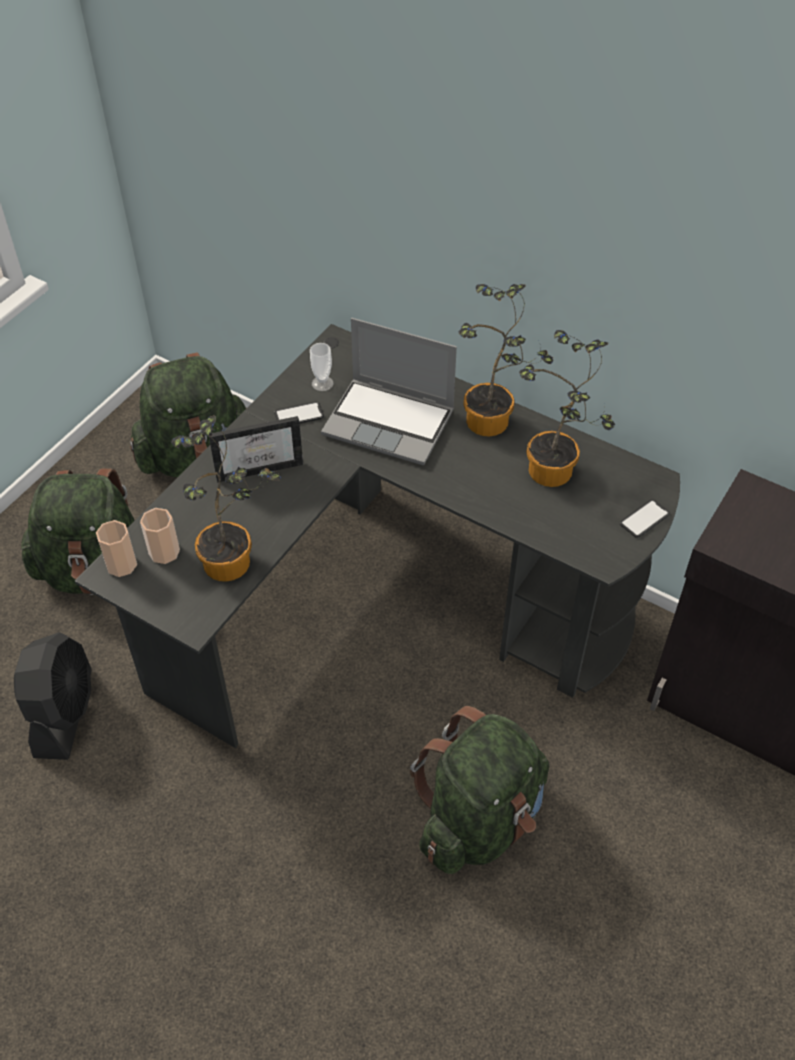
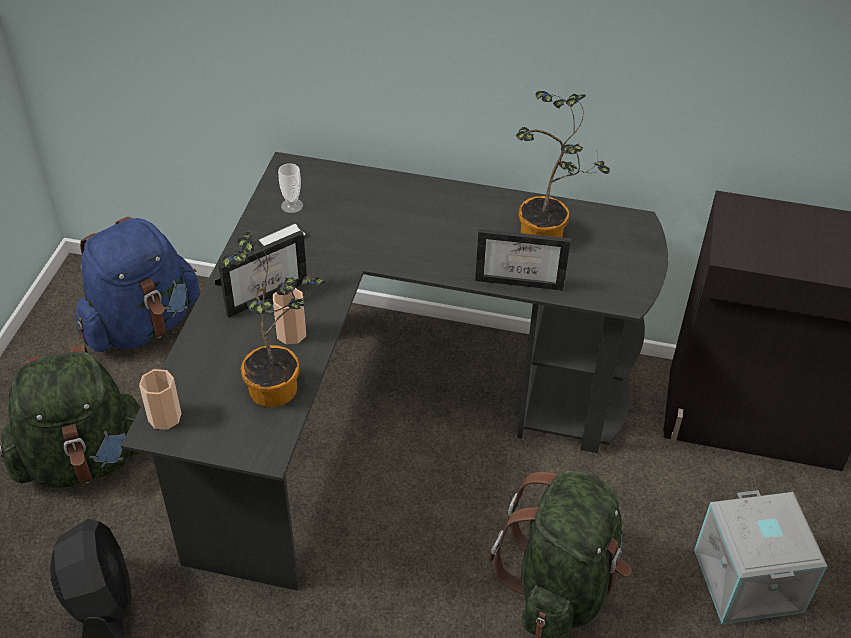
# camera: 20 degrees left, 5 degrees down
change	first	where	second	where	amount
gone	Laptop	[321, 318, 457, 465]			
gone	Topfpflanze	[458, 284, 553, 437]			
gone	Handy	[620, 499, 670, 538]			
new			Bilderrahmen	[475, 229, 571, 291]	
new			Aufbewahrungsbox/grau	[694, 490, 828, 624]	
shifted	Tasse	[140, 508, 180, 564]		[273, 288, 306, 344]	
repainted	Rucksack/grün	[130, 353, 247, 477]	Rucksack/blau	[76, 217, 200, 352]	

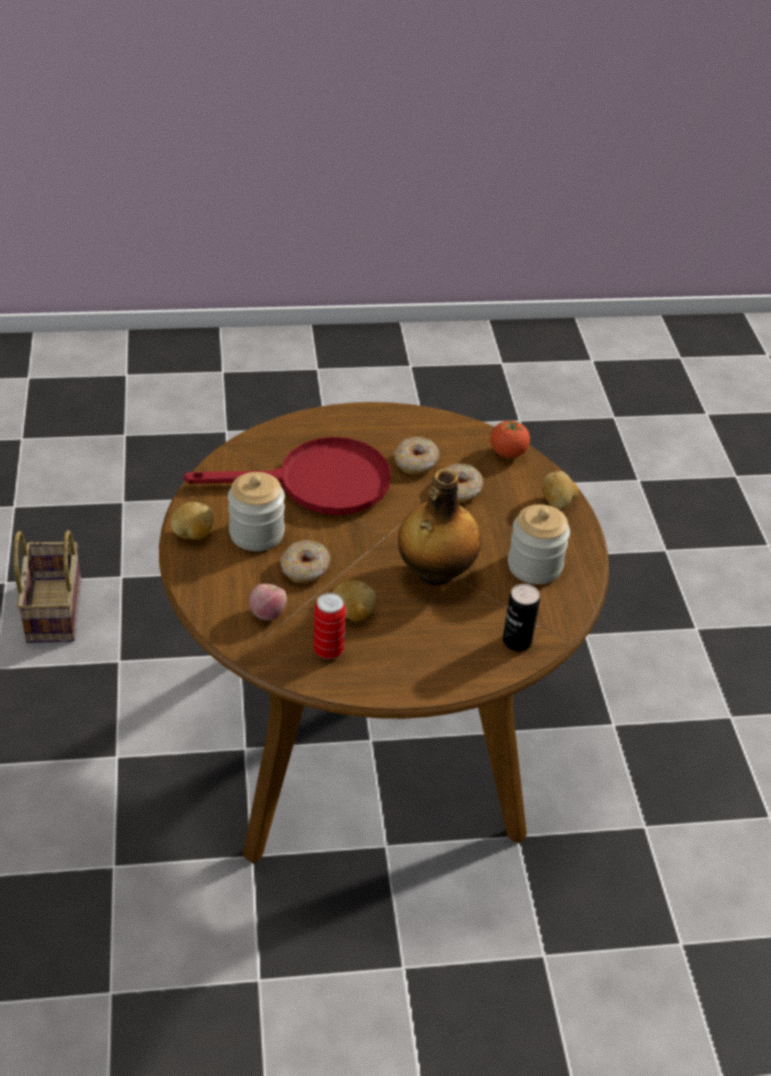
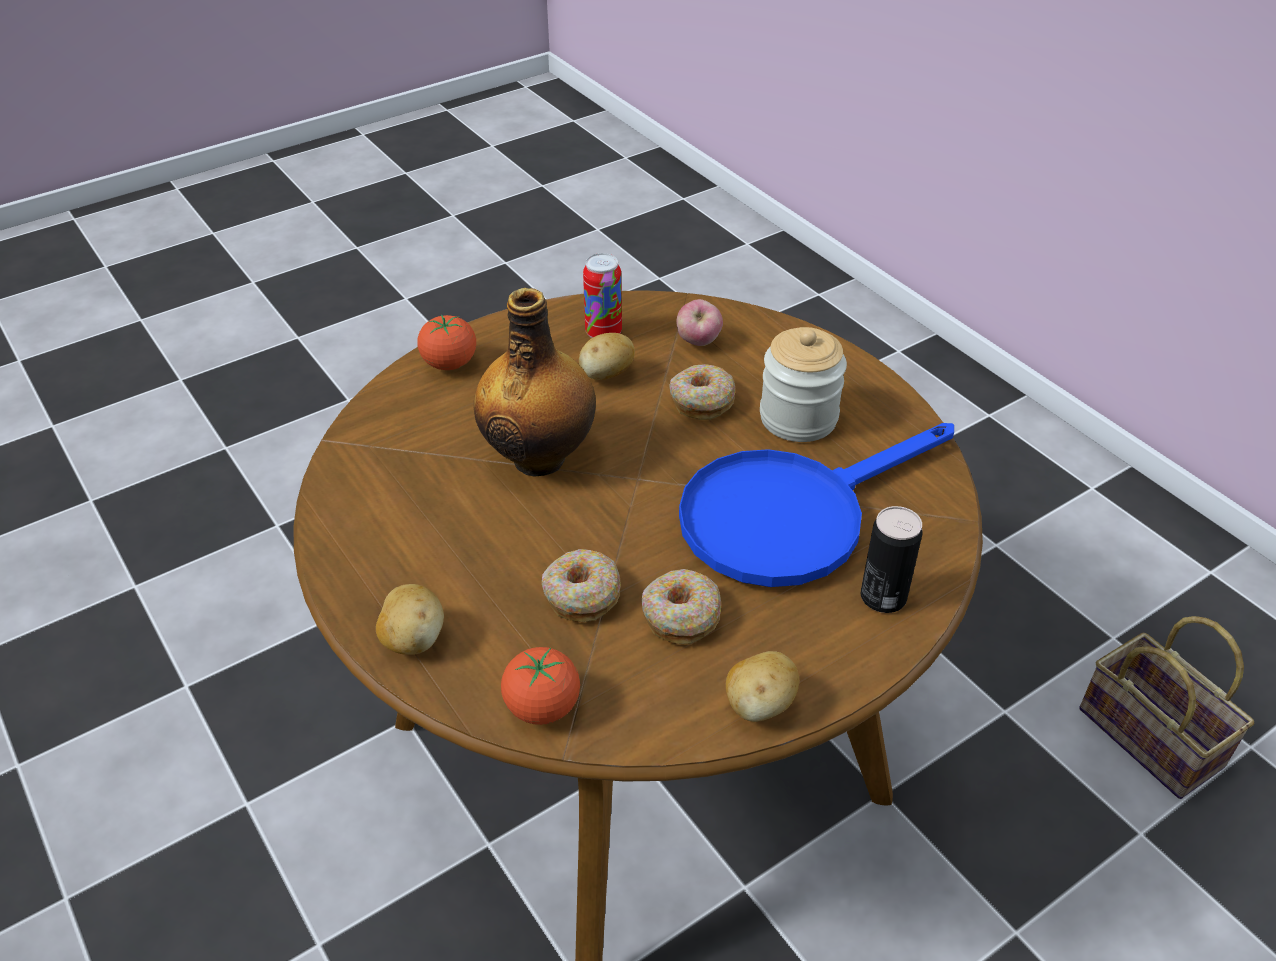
# camera: 155 degrees right, 0 degrees up
change	first	where	second	where	amount
gone	Vorratsglas	[508, 504, 570, 584]			
new			Tomate	[417, 314, 476, 370]	
shifted	Kartoffel	[171, 502, 214, 539]		[726, 651, 799, 722]	
shifted	Dose	[503, 584, 540, 651]		[861, 506, 923, 613]	
repainted	Pfanne/rot	[184, 437, 391, 515]	Pfanne/blau	[679, 423, 954, 587]	

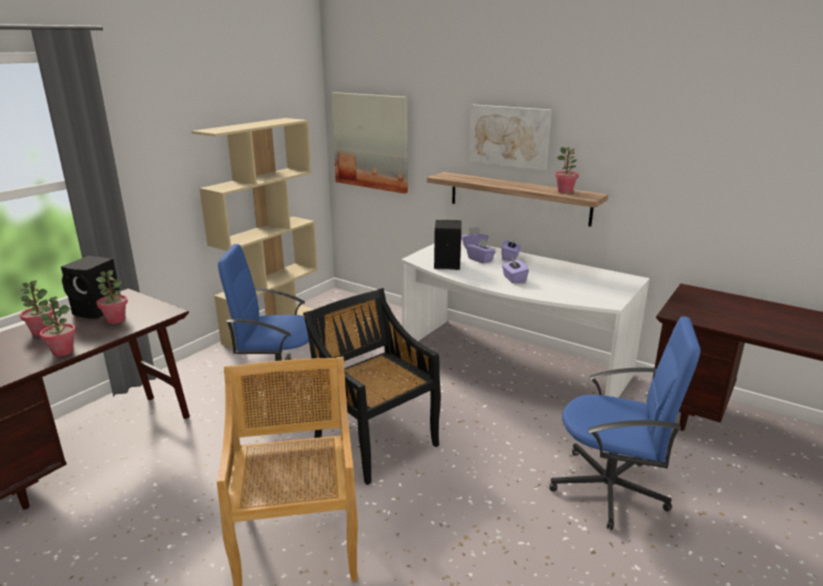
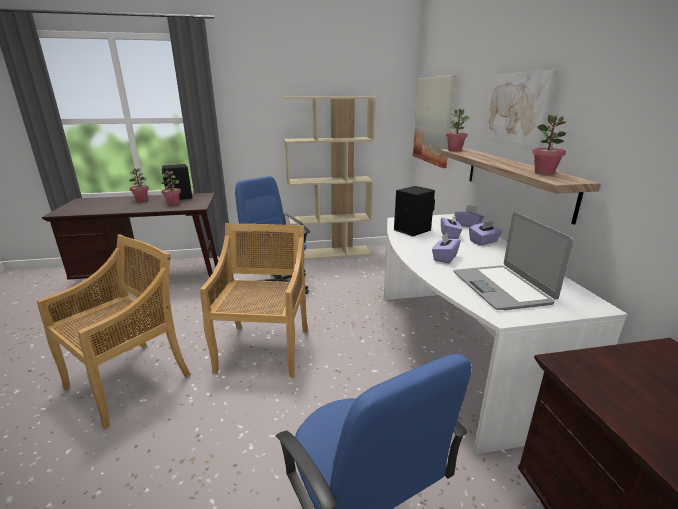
# camera: 45 degrees right, 0 degrees up
change	first	where	second	where	amount
new			Laptop	[453, 212, 574, 310]	
shifted	Topfpflanze	[39, 297, 76, 357]		[446, 109, 470, 152]	
repainted	Stuhl/schwarz	[303, 288, 441, 485]	Stuhl/beige	[200, 223, 308, 378]	

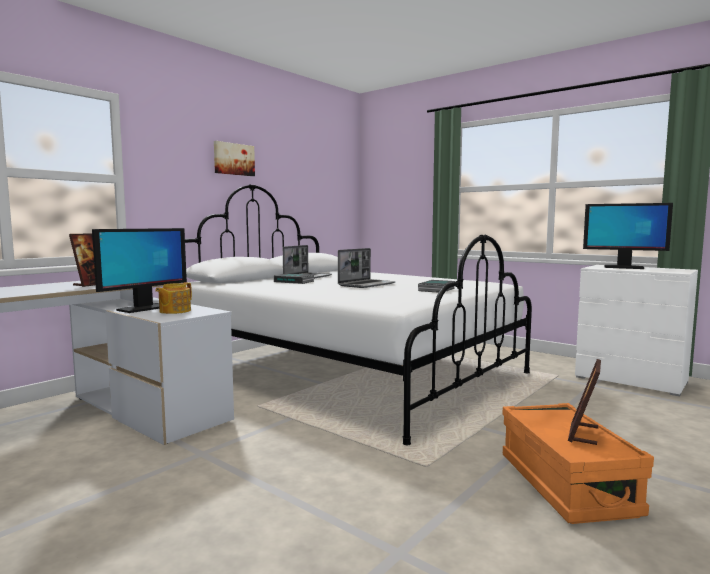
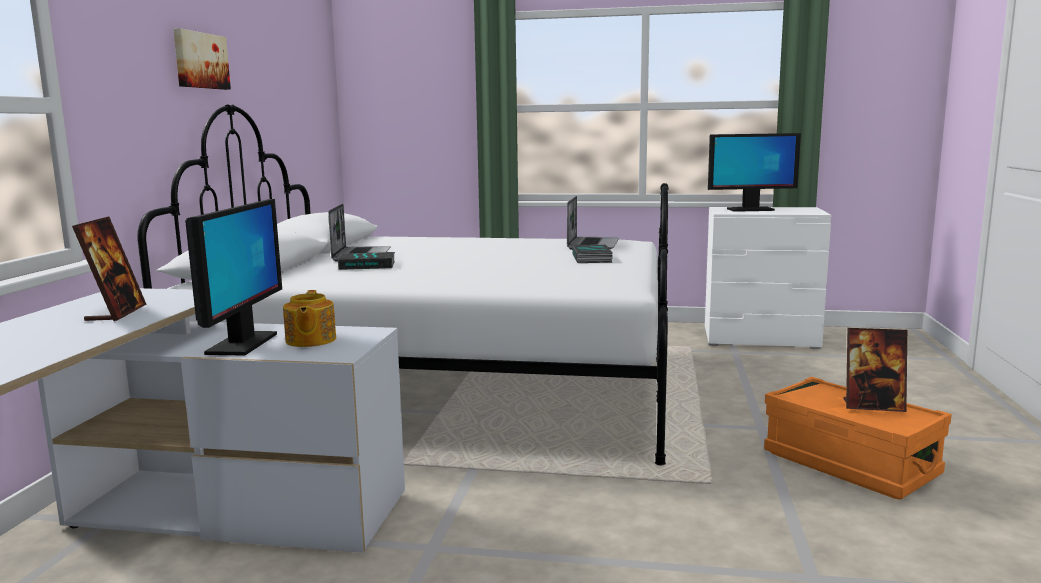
# camera: 30 degrees left, 5 degrees up
change	first	where	second	where	amount
shifted	Laptop	[338, 248, 395, 288]		[567, 196, 619, 250]	
rotated	Bilderrahmen	[568, 359, 601, 445]		[843, 328, 907, 412]	75 degrees counterclockwise

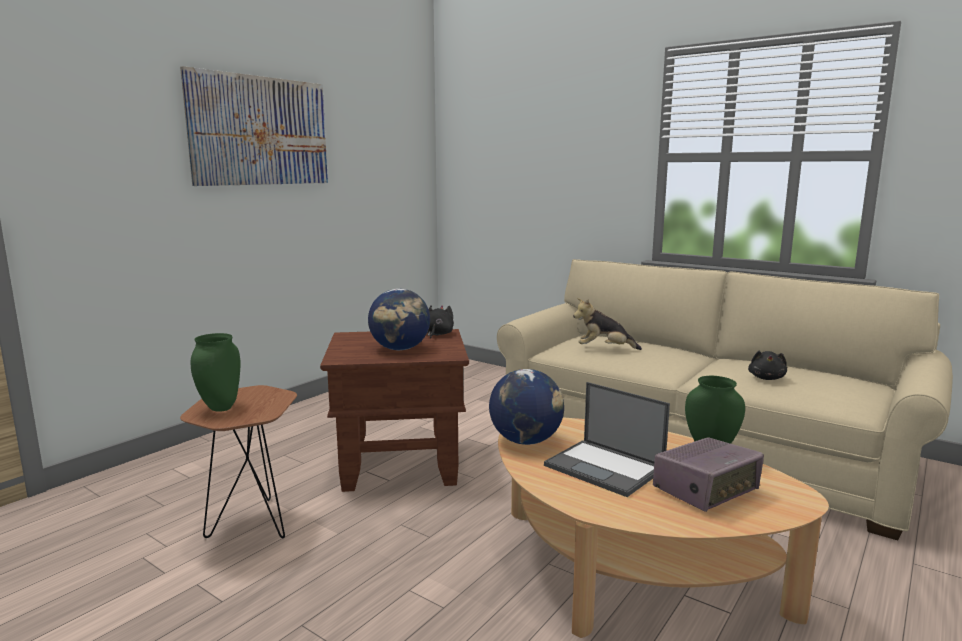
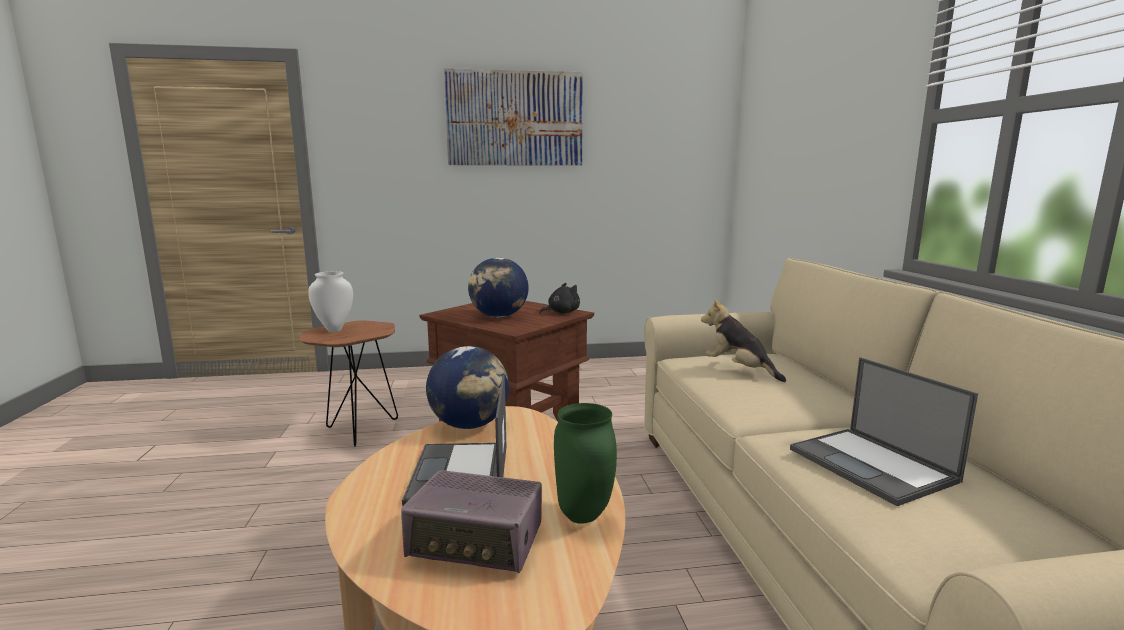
# camera: 45 degrees right, 0 degrees up
change	first	where	second	where	amount
swapped	Plüschtier/schwarz	[748, 351, 787, 380]	Laptop	[790, 357, 978, 506]	
repainted	Vase/grün	[191, 333, 240, 411]	Vase/weiß	[308, 271, 353, 332]	

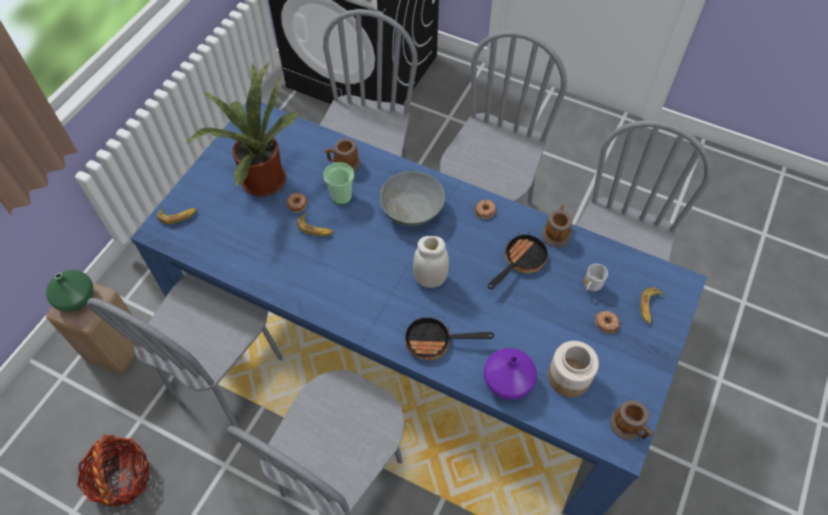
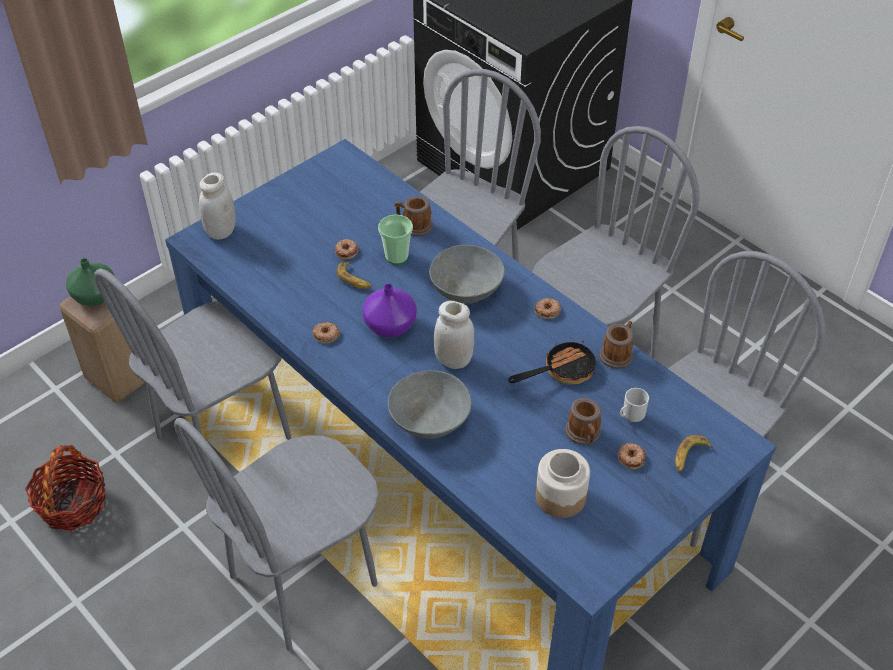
# camera: 20 degrees right, 10 degrees down
change	first	where	second	where	amount
gone	Topfpflanze	[186, 62, 299, 196]			
new			Donut	[312, 322, 340, 344]	
shifted	Vase/lila	[484, 348, 537, 400]		[362, 284, 417, 338]	
shifted	Henkelbecher	[610, 400, 652, 440]		[565, 398, 601, 445]	
swapped	Banane	[157, 208, 197, 224]	Vorratsglas/weiß	[199, 173, 236, 240]	
swapped	Pfanne	[405, 317, 494, 360]	Schüssel/grau	[388, 370, 472, 439]	

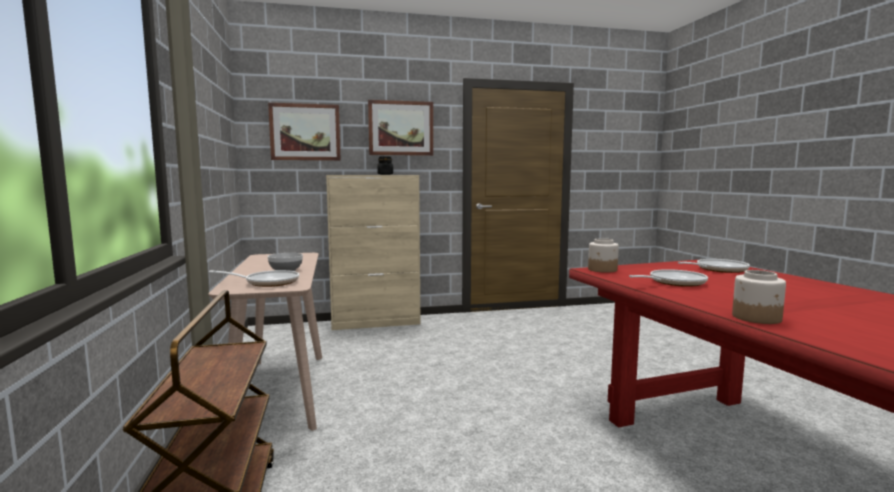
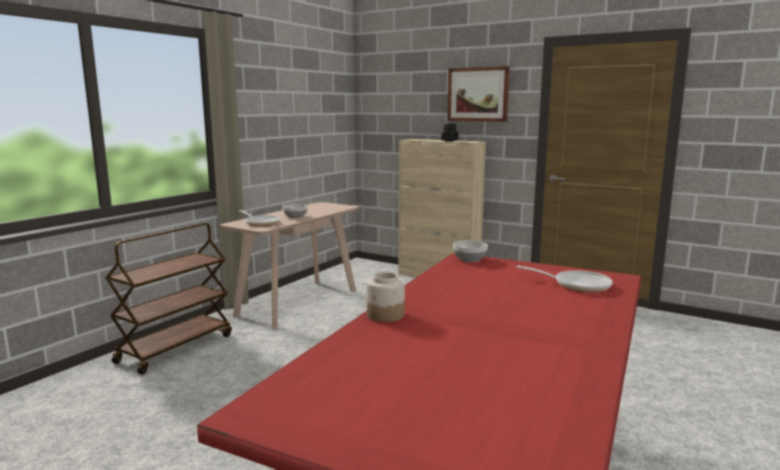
# camera: 45 degrees right, 5 degrees up
change	first	where	second	where	amount
gone	Bild	[268, 103, 341, 161]			
gone	Pfanne	[629, 269, 708, 287]			
swapped	Vorratsglas	[588, 238, 619, 273]	Schüssel	[453, 240, 488, 262]	

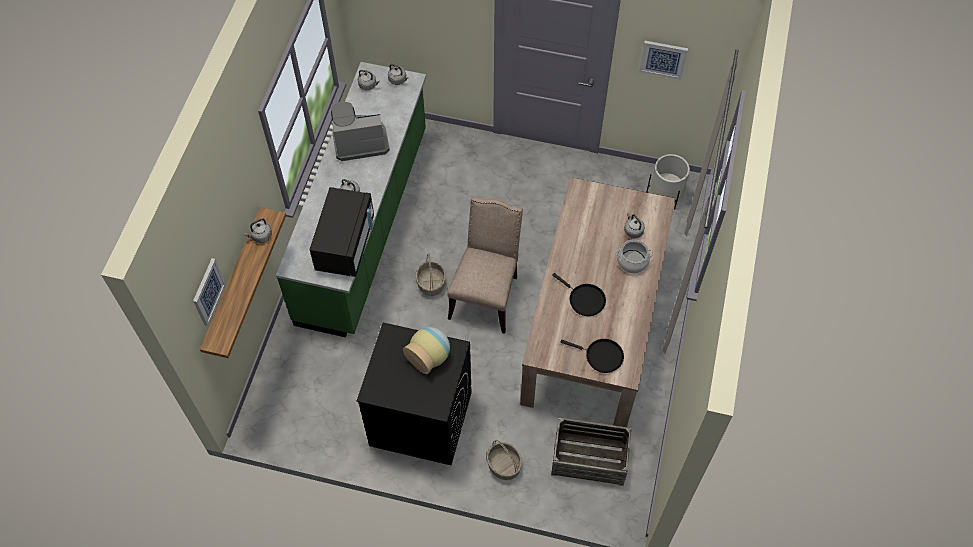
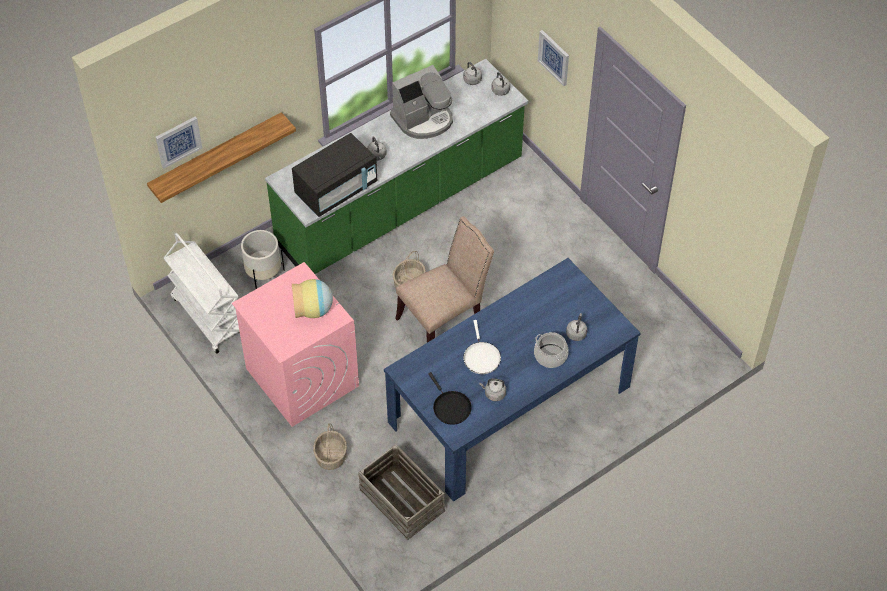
# camera: 40 degrees right, 5 degrees down
change	first	where	second	where	amount
new			Rollwagen/weiß	[164, 233, 240, 354]	
shifted	Wasserkessel/grau	[243, 218, 272, 243]		[479, 379, 506, 401]	
shifted	Bild	[639, 41, 688, 80]		[538, 30, 569, 86]	
shifted	Pflanzkübel/weiß	[647, 154, 690, 210]		[241, 230, 285, 289]	
repainted	Waschmaschine/schwarz	[357, 323, 472, 465]	Waschmaschine/rosa	[232, 262, 359, 427]	
repainted	Esstisch/beige	[520, 177, 675, 427]	Esstisch/blau	[384, 258, 640, 502]	
repainted	Pfanne/schwarz	[552, 273, 606, 316]	Pfanne/weiß	[463, 320, 501, 374]	
rotated	Kaffeemaschine	[331, 102, 390, 161]		[390, 65, 453, 139]	120 degrees clockwise

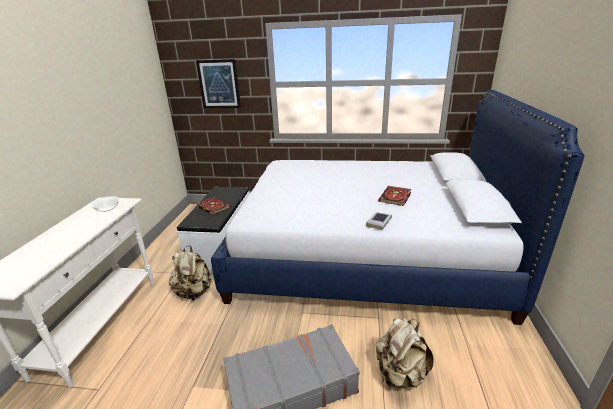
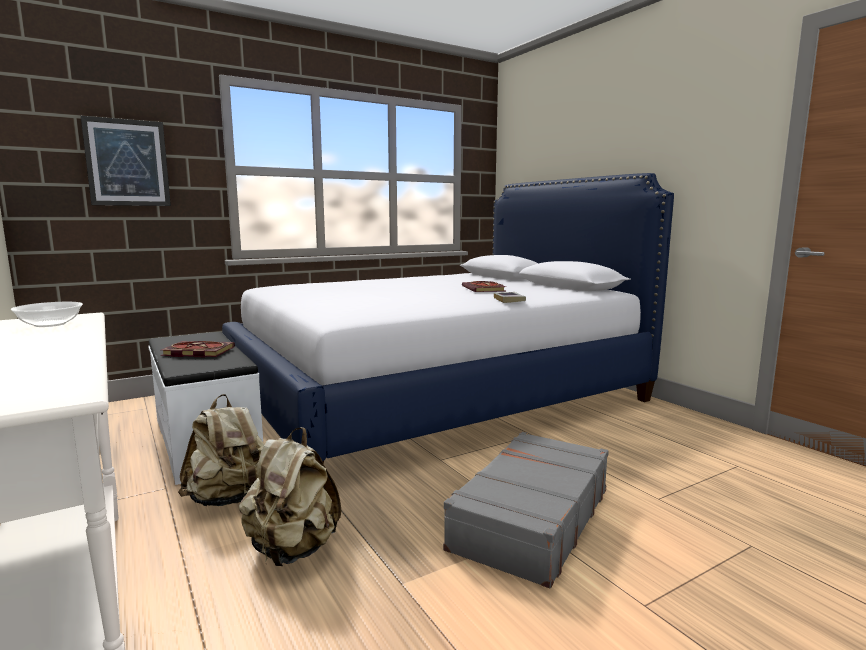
# camera: 40 degrees left, 15 degrees down
change	first	where	second	where	amount
shifted	Rucksack/beige	[376, 318, 433, 388]		[239, 427, 341, 566]	

